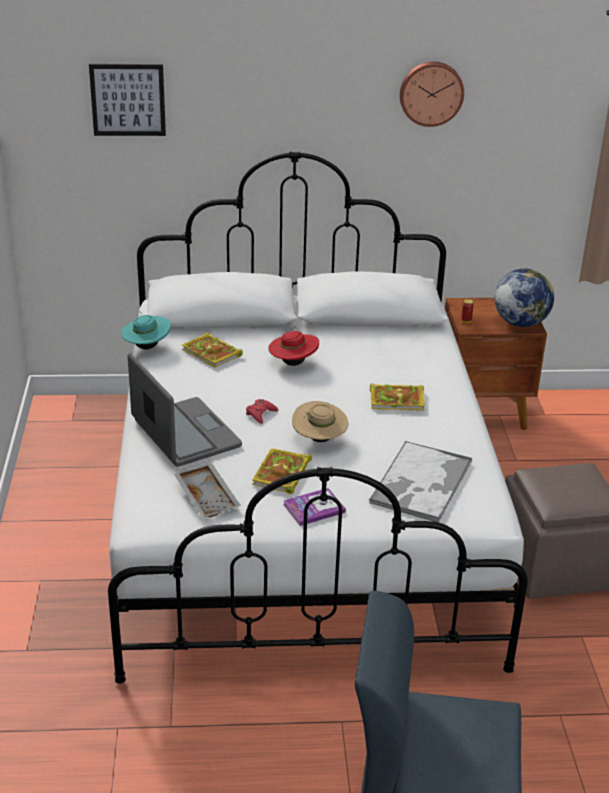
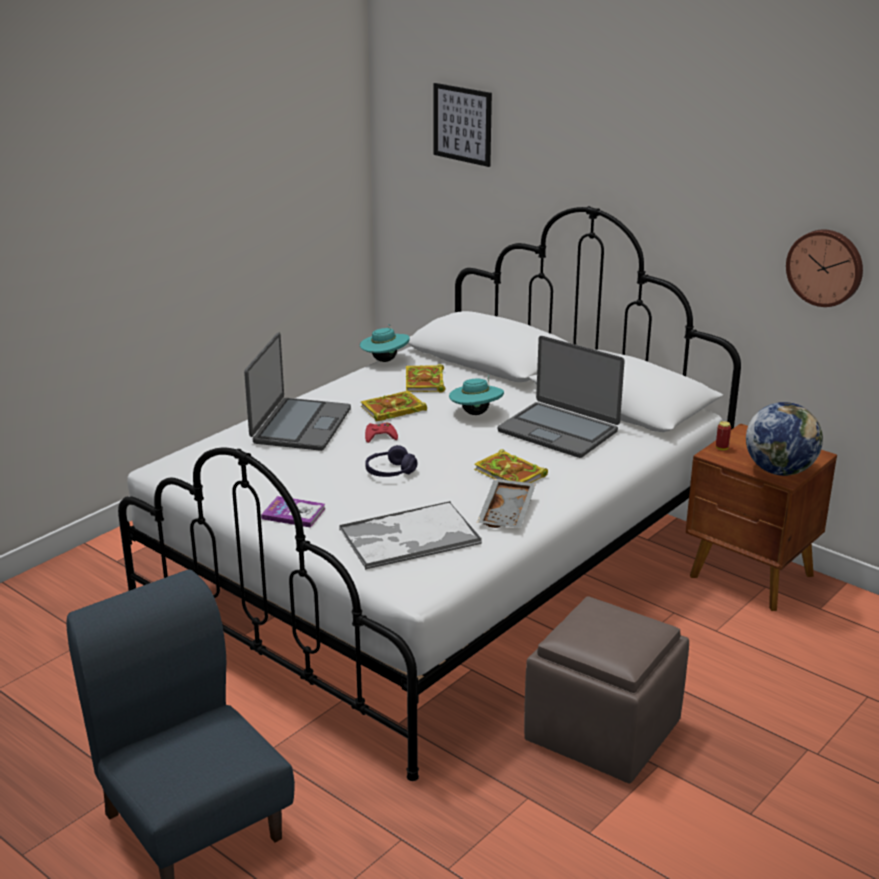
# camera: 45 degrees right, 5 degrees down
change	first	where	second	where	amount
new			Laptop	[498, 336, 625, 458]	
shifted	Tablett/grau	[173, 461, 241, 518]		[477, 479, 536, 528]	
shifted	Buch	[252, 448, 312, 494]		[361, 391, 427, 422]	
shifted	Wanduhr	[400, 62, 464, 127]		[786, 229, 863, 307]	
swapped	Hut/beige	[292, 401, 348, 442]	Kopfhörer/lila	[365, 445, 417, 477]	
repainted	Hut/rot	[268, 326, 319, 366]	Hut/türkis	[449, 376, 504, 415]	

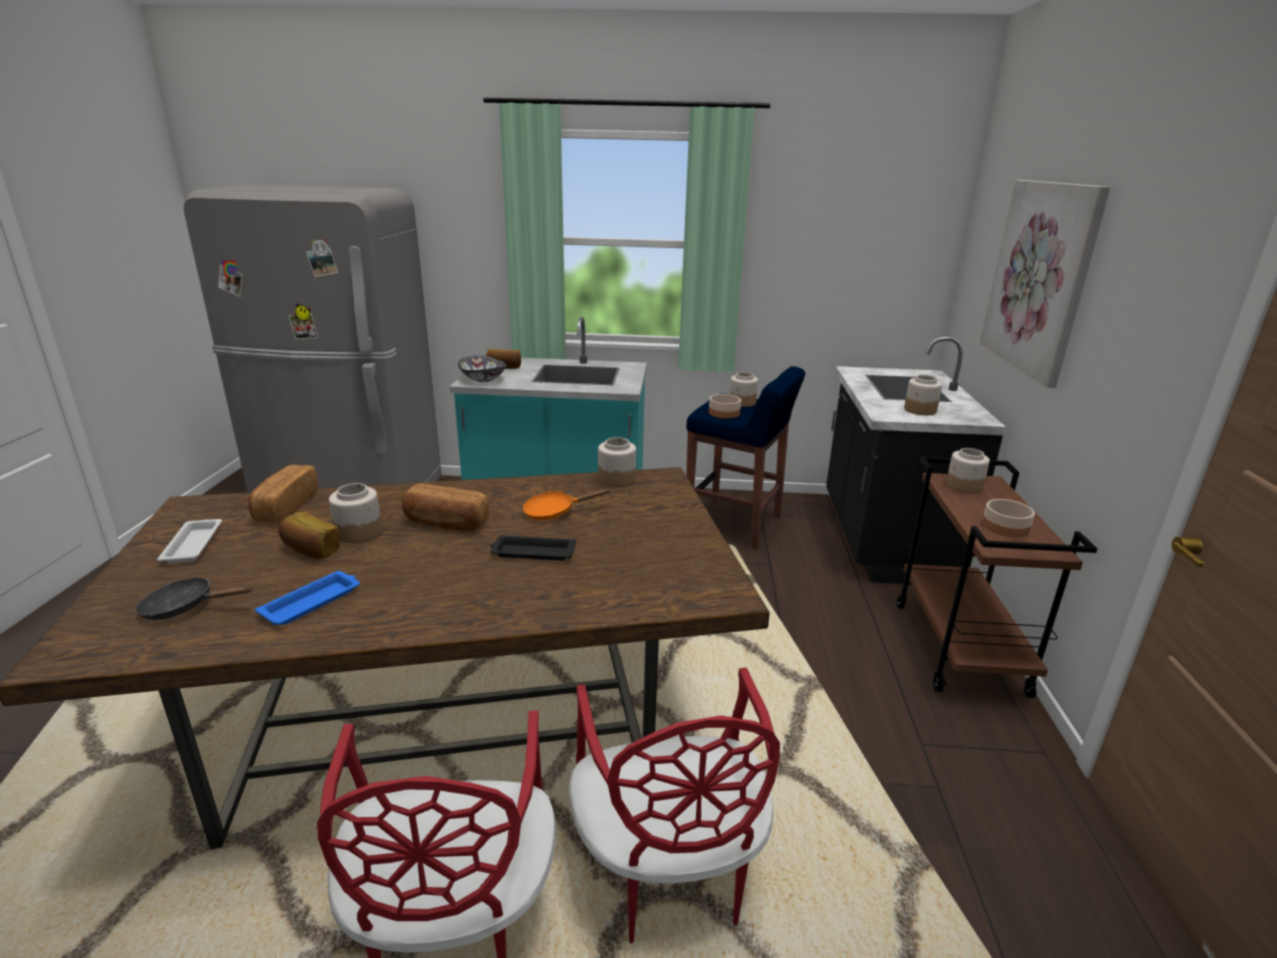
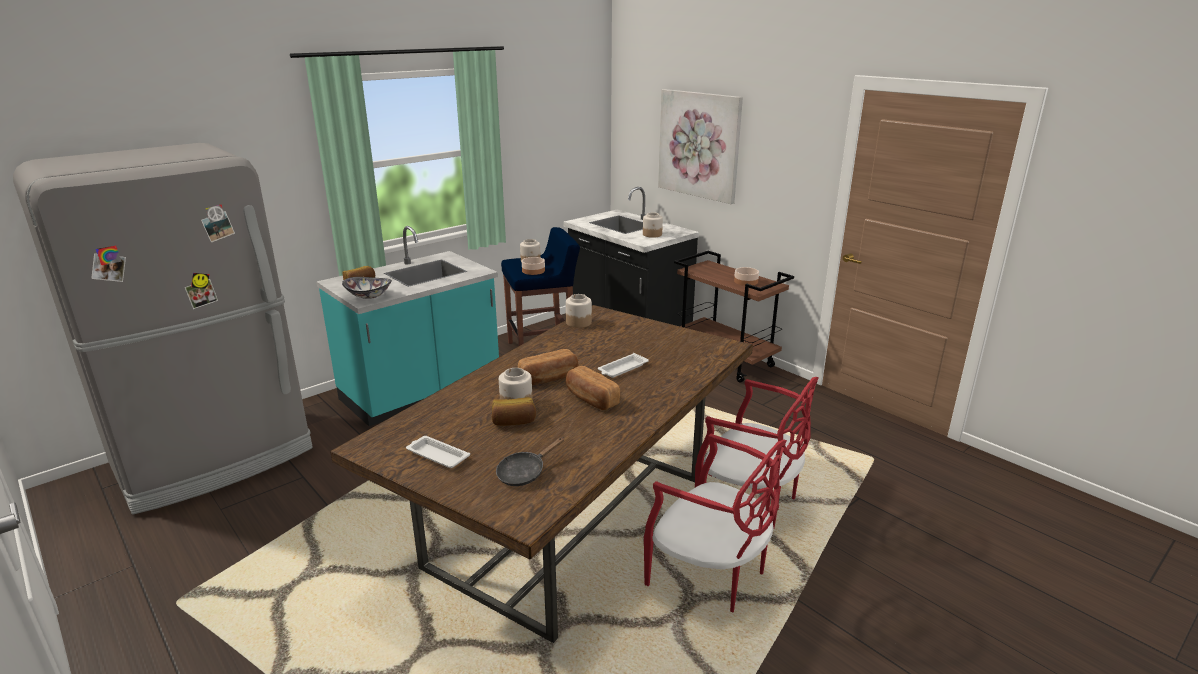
# camera: 45 degrees left, 0 degrees up
change	first	where	second	where	amount
gone	Tablett/blau	[255, 571, 360, 625]			
gone	Pfanne/orange	[523, 488, 611, 520]			
gone	Vorratsglas	[946, 448, 990, 494]			
shifted	Brot	[248, 465, 318, 522]		[565, 366, 620, 410]	
repainted	Tablett/schwarz	[490, 535, 576, 561]	Tablett/weiß	[598, 353, 649, 378]	

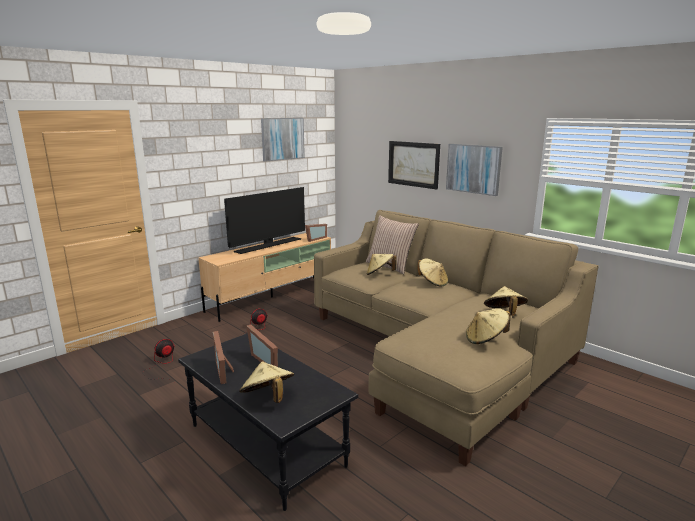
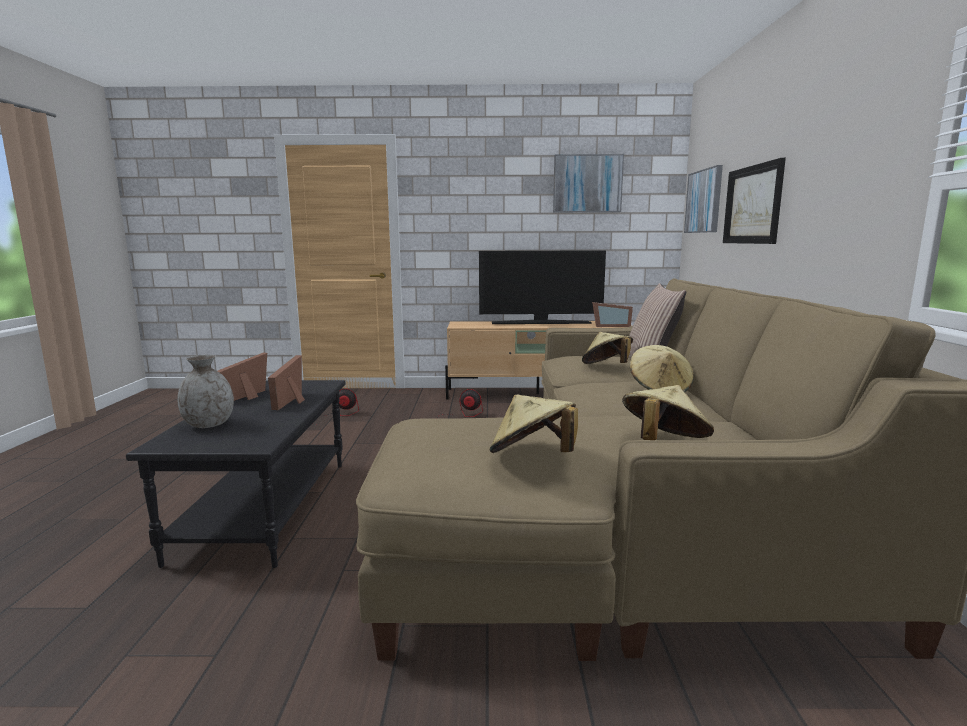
# camera: 45 degrees right, 5 degrees down
change	first	where	second	where	amount
shifted	Bild	[446, 144, 503, 196]		[684, 165, 723, 233]	
swapped	Hut/beige	[239, 361, 294, 403]	Vase/grau	[177, 355, 234, 428]	

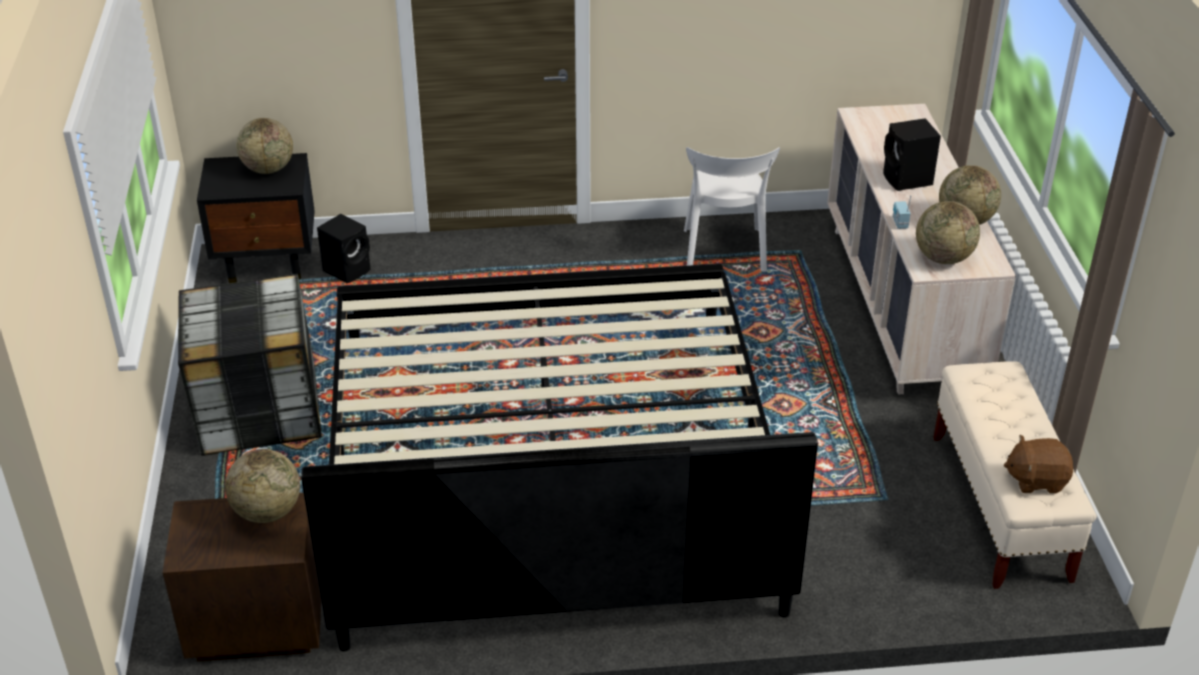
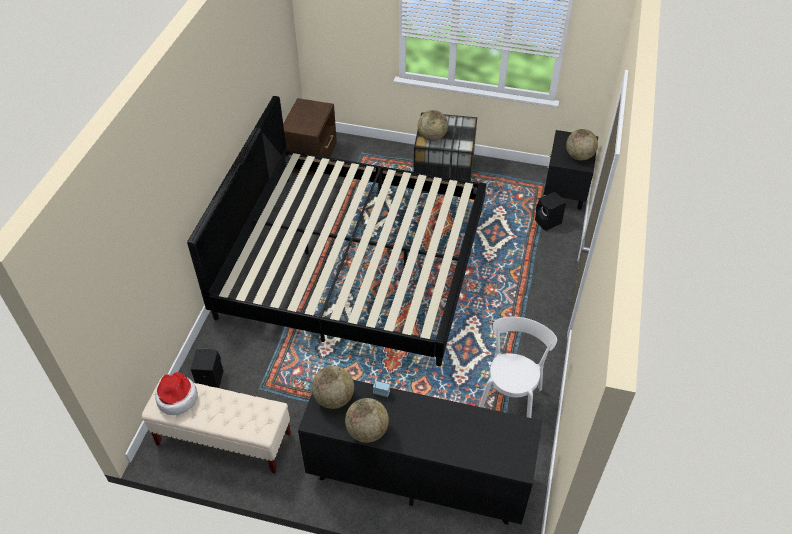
# camera: 110 degrees right, 10 degrees up
change	first	where	second	where	amount
shifted	Globus	[225, 449, 300, 523]		[418, 110, 448, 141]	
shifted	Lautsprecher/schwarz	[883, 118, 941, 191]		[191, 349, 223, 388]	
swapped	Plüschtier/braun	[1004, 435, 1073, 494]	Hut	[155, 372, 198, 415]	
repainted	Kommode/beige	[827, 104, 1016, 394]	Kommode/schwarz	[298, 380, 542, 525]	
rotated	Stuhl/weiß	[684, 147, 780, 272]		[479, 317, 557, 418]	90 degrees clockwise

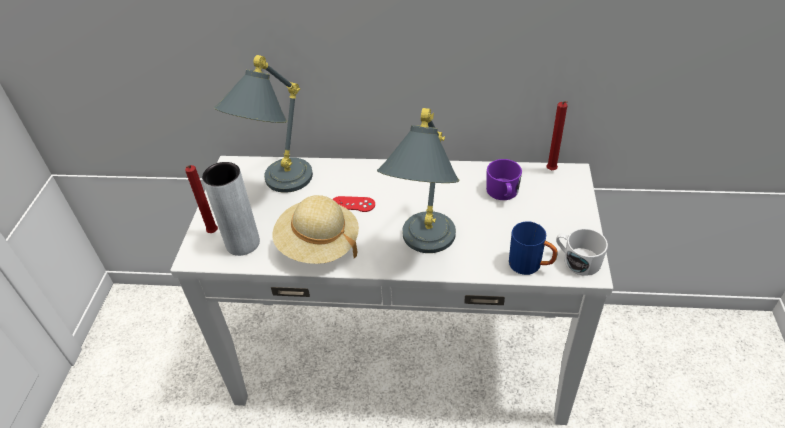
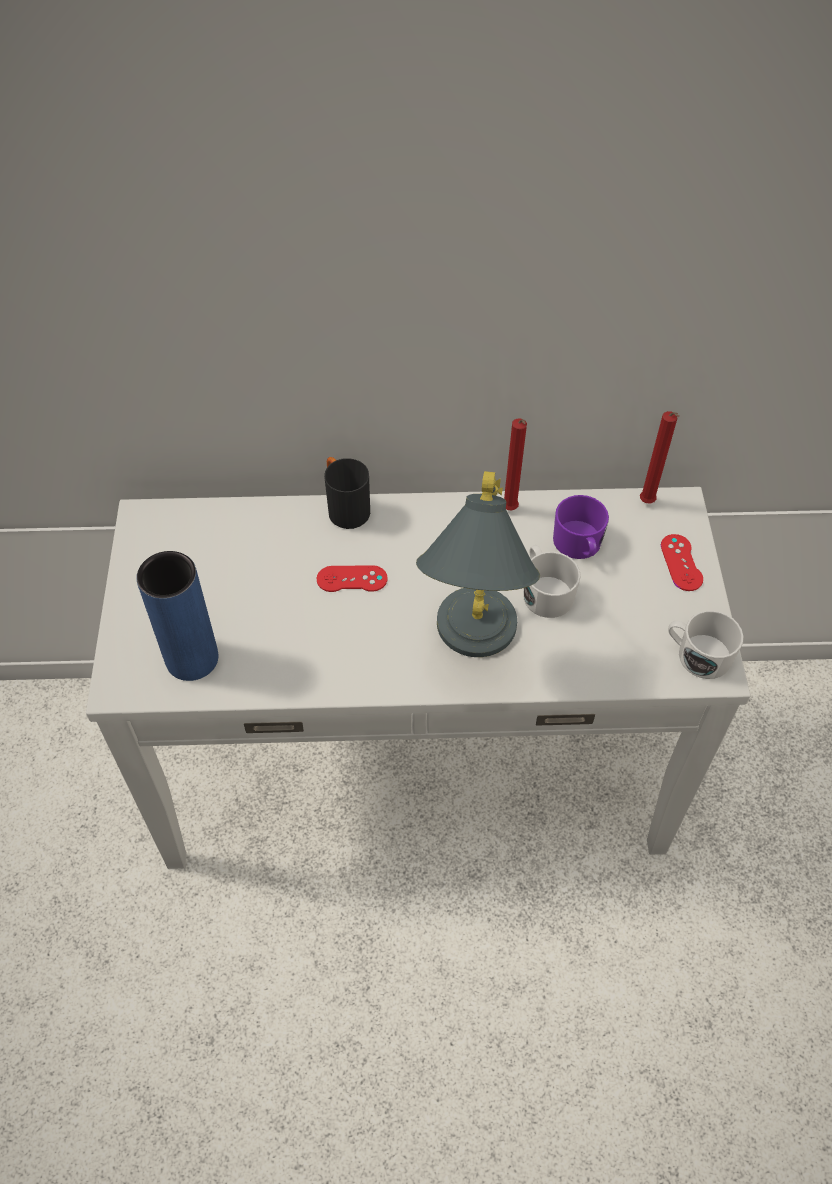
# camera: 10 degrees left, 10 degrees up
change	first	where	second	where	amount
gone	Tischlampe/grau	[214, 55, 313, 193]			
gone	Hut/beige	[273, 195, 359, 264]			
gone	Henkelbecher/blau	[509, 221, 558, 275]			
new			Henkelbecher/schwarz	[324, 457, 370, 529]	
new			Henkelbecher/weiß	[523, 545, 581, 618]	
new			Gamepad/rot	[661, 534, 703, 591]	
shifted	Kerze/rot	[185, 165, 218, 233]		[504, 418, 527, 511]	
repainted	Vase/grau	[202, 162, 260, 256]	Vase/blau	[136, 551, 219, 681]	

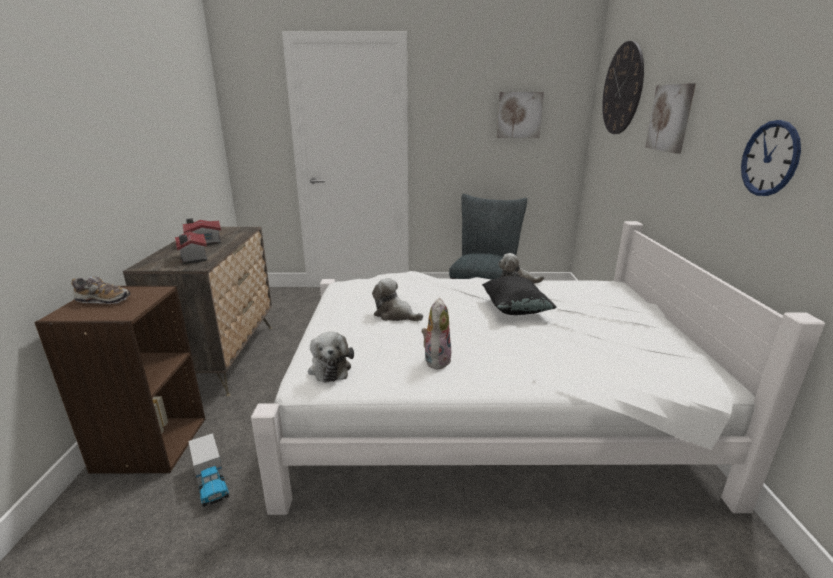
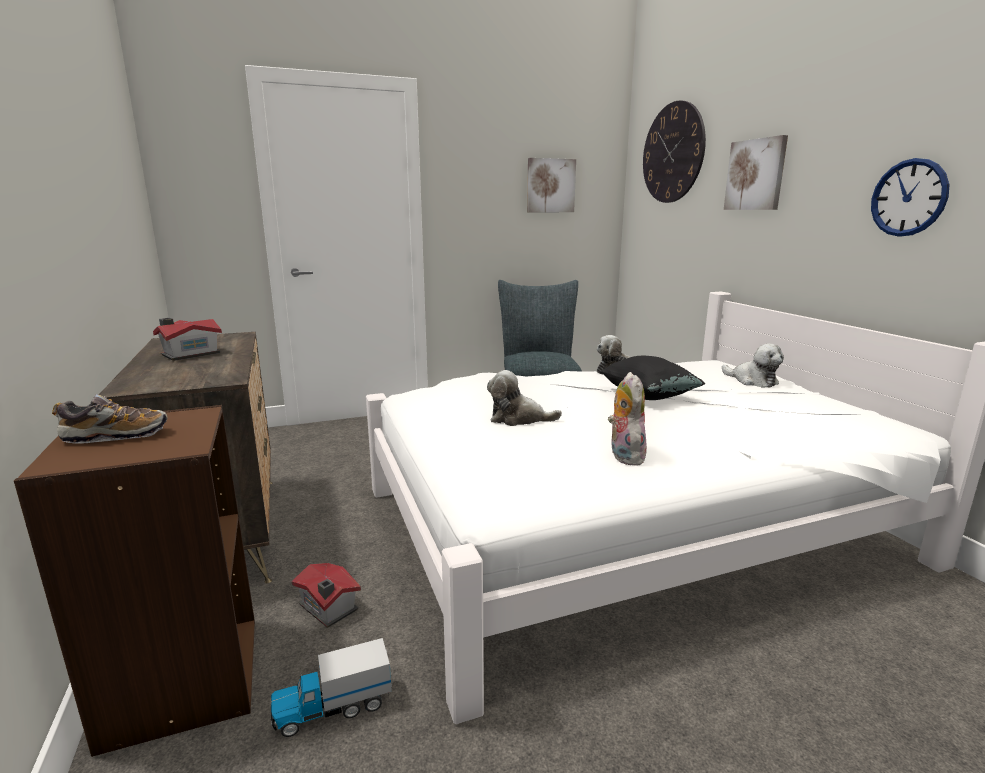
# camera: 20 degrees left, 5 degrees down
change	first	where	second	where	amount
shifted	Spielzeughaus	[175, 231, 207, 264]		[292, 563, 361, 628]	
shifted	Plüschtier	[308, 332, 354, 383]		[722, 344, 784, 388]	
rotated	Spielzeuglaster	[188, 433, 229, 507]		[271, 638, 392, 737]	120 degrees clockwise

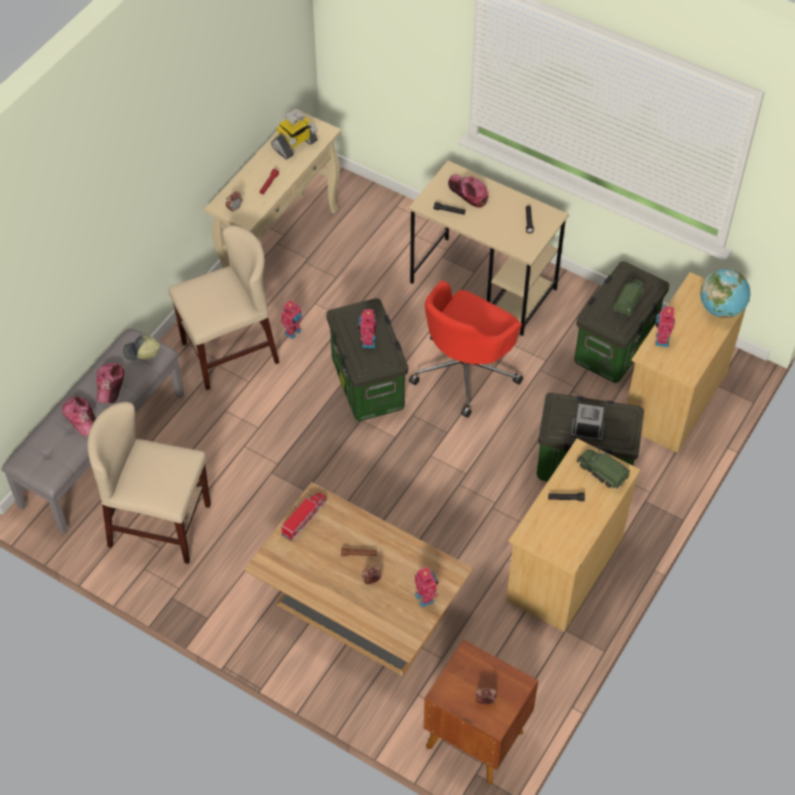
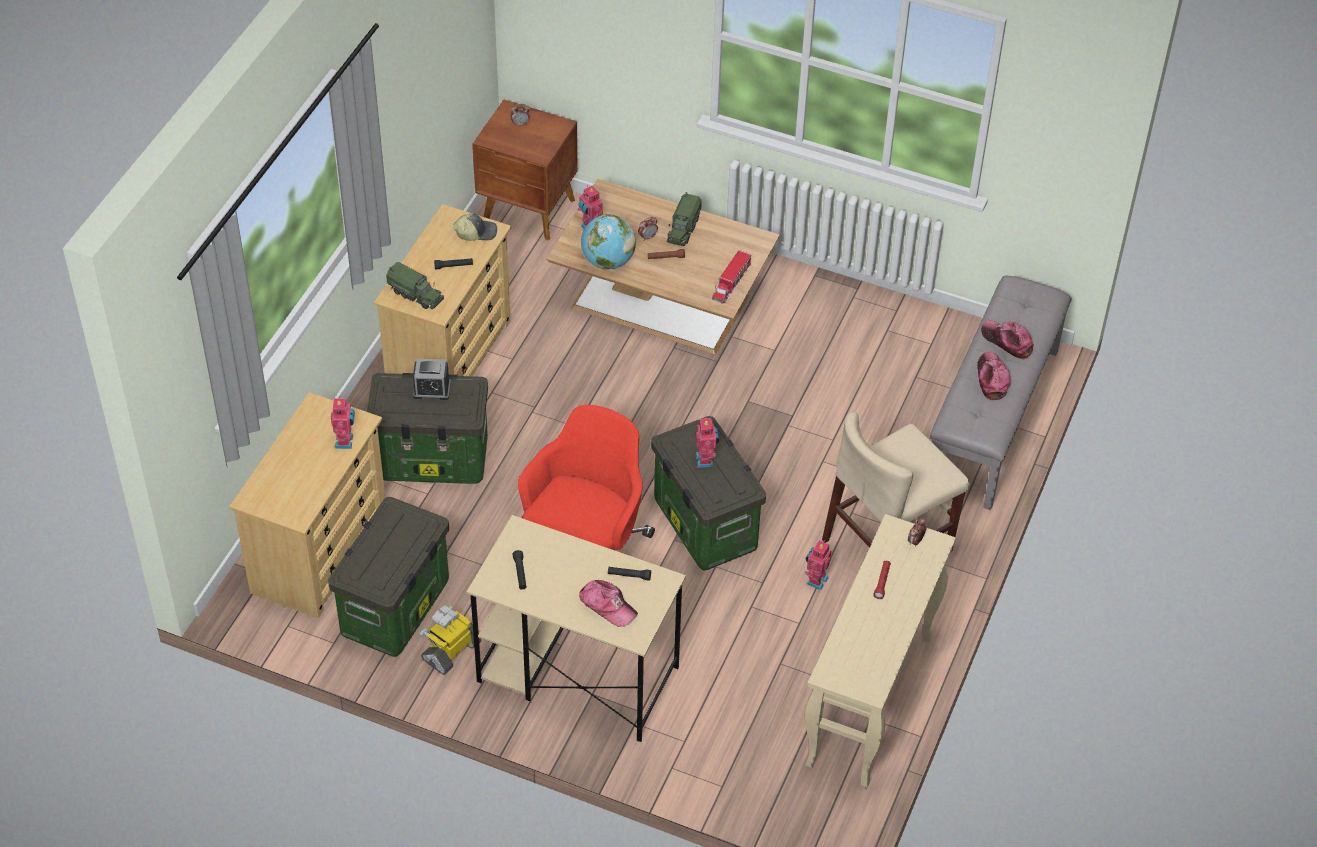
# camera: 170 degrees right, 5 degrees down
change	first	where	second	where	amount
gone	Stuhl/beige	[87, 402, 211, 564]			
shifted	Kappe	[123, 336, 160, 360]		[453, 213, 497, 241]	
shifted	Spielzeugroboter	[271, 109, 318, 160]		[417, 605, 482, 674]	
shifted	Spielzeuglaster	[613, 279, 646, 317]		[667, 192, 702, 246]	
shifted	Globus	[700, 269, 750, 318]		[581, 214, 636, 269]	

